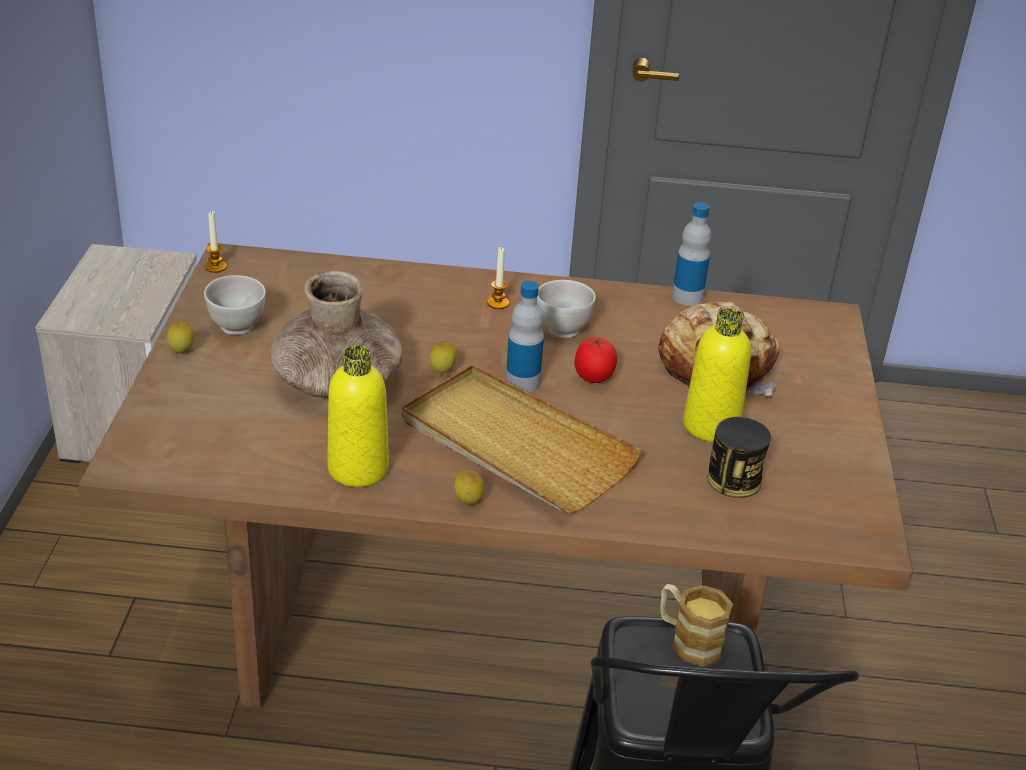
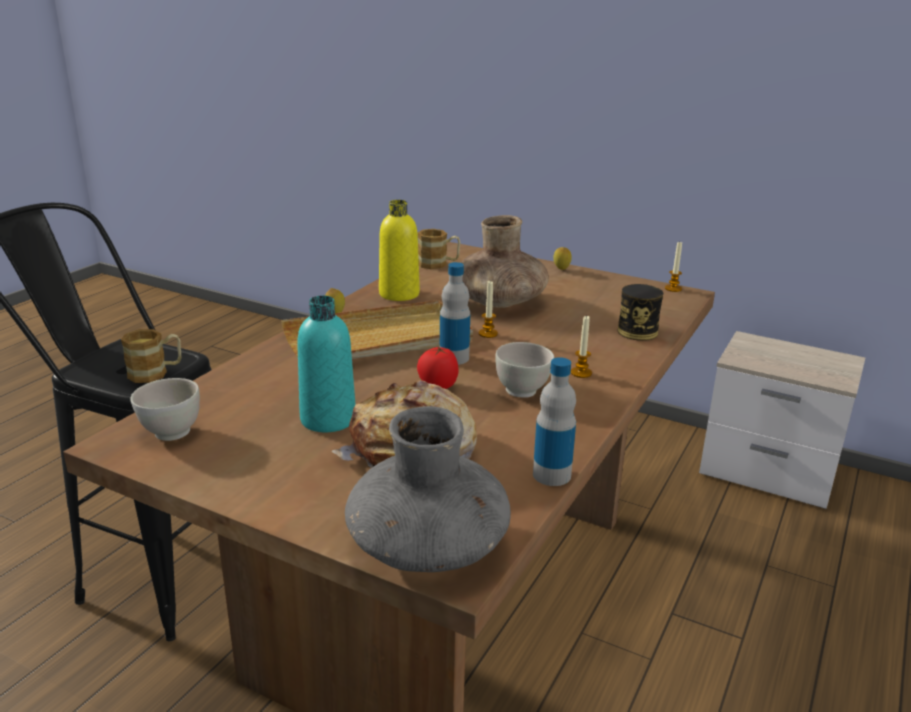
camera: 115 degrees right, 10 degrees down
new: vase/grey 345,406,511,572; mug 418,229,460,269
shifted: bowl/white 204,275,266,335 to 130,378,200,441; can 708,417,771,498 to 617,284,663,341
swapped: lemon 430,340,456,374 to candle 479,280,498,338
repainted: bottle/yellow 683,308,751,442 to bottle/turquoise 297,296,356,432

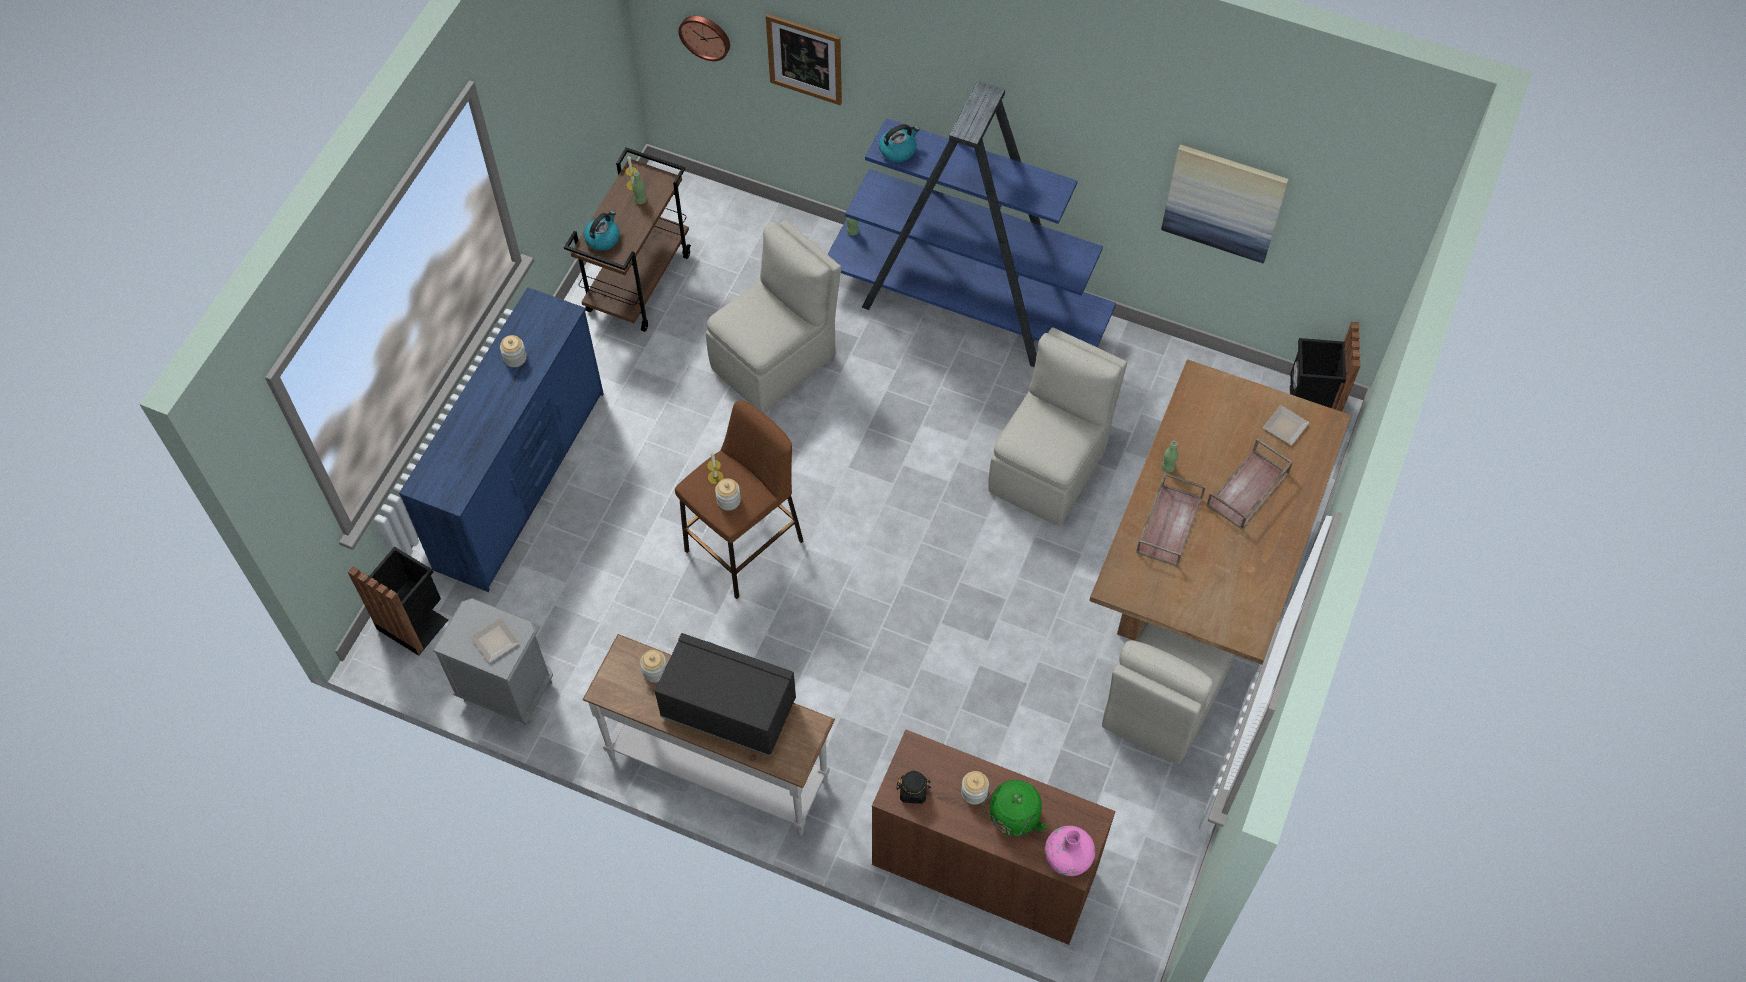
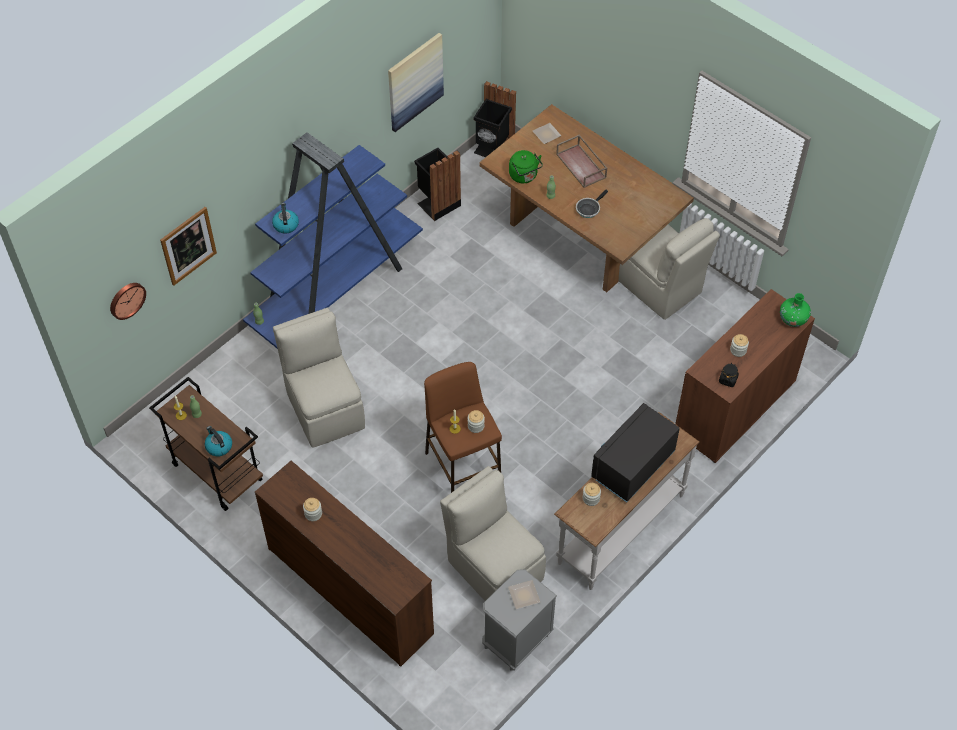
camera: 70 degrees left, 5 degrees down
shifted: trash can/black 348,546,448,656 to 414,148,461,221; kettle/green 982,780,1047,836 to 509,150,543,183; chair/beige 988,327,1127,526 to 440,466,546,601
swapped: tray/brown 1136,473,1206,567 to frying pan 576,190,608,218
repainted: dresser/blue 399,287,604,592 to dresser/brown 255,461,434,667; vase/pink 1045,826,1095,876 to vase/green 780,293,811,327

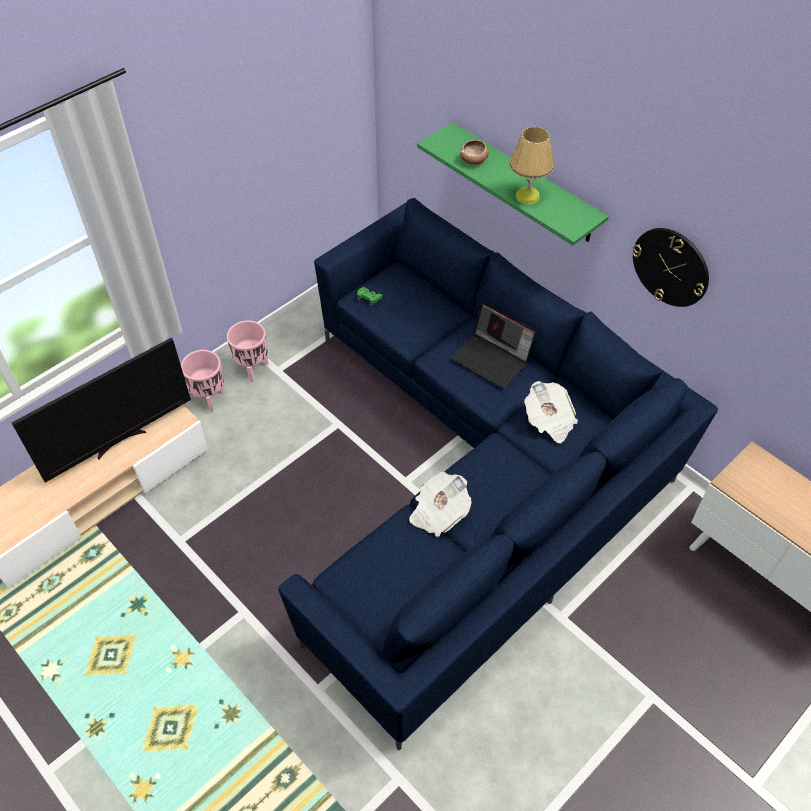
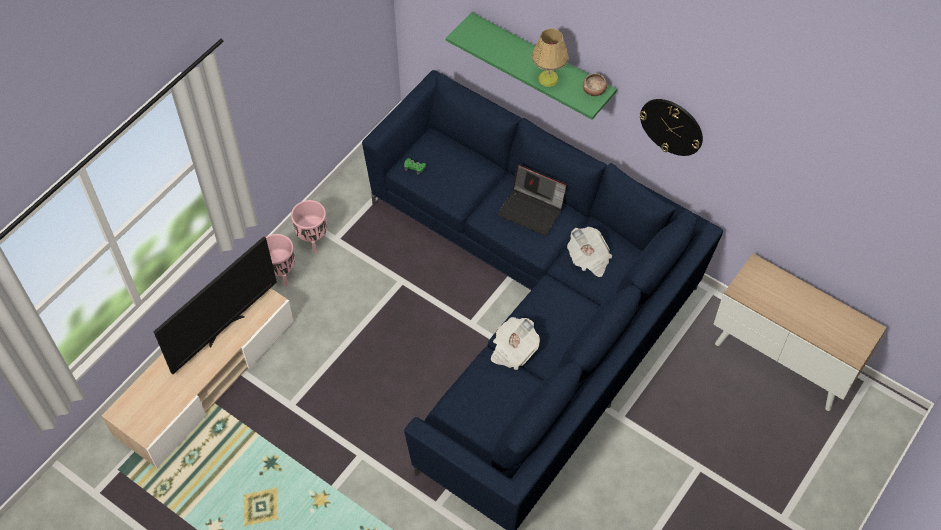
camera: 10 degrees left, 5 degrees up
shifted: bowl 460,140,488,165 to 583,73,607,96

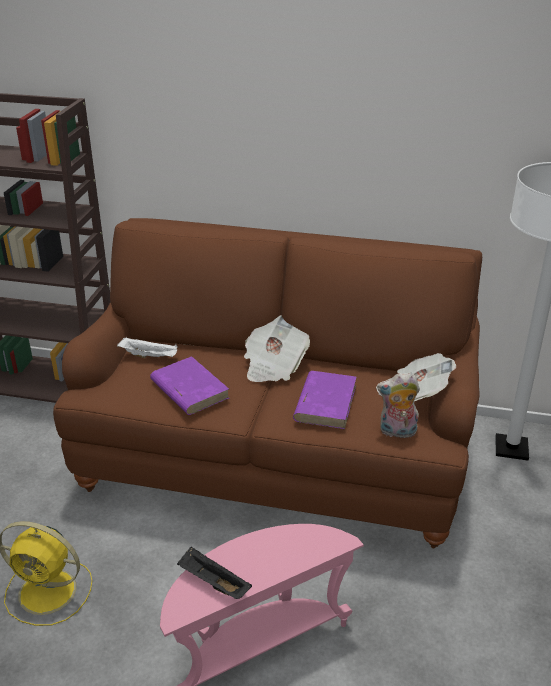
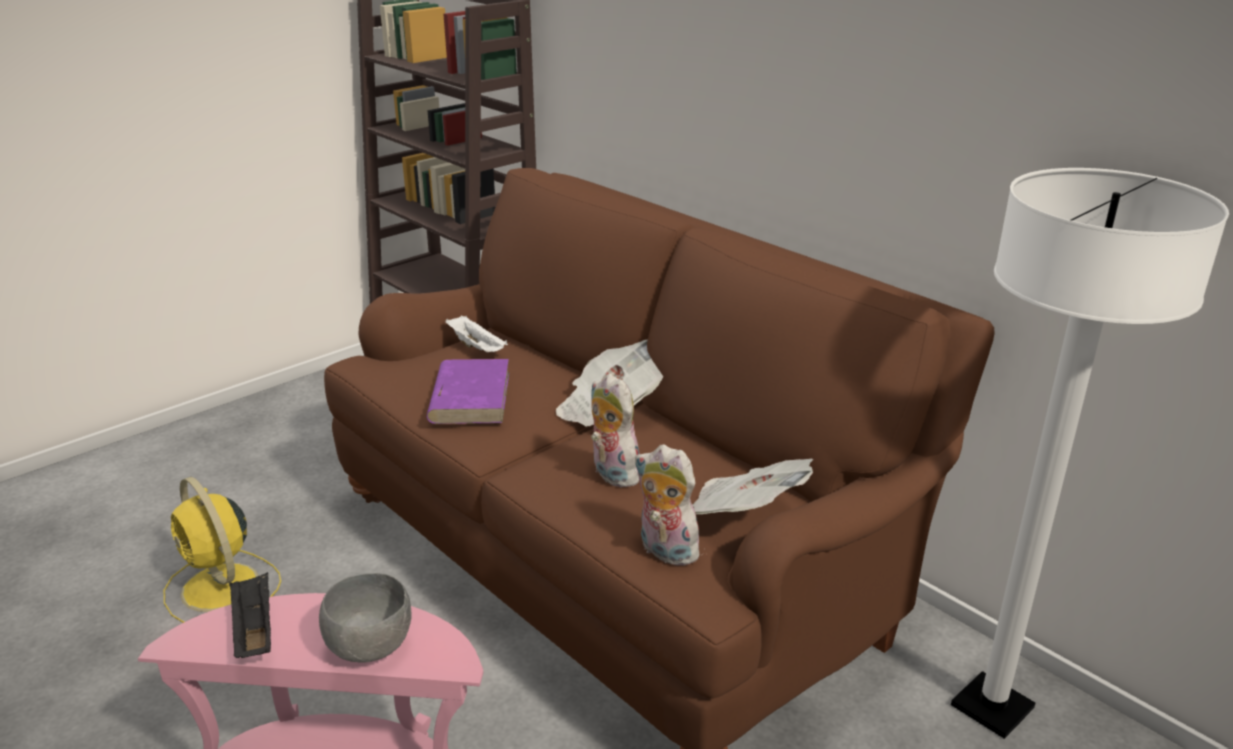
camera: 35 degrees right, 5 degrees down
new: bowl/grey 319,573,412,663
swapped: book/purple 293,371,357,429 to plush toy 591,374,640,487

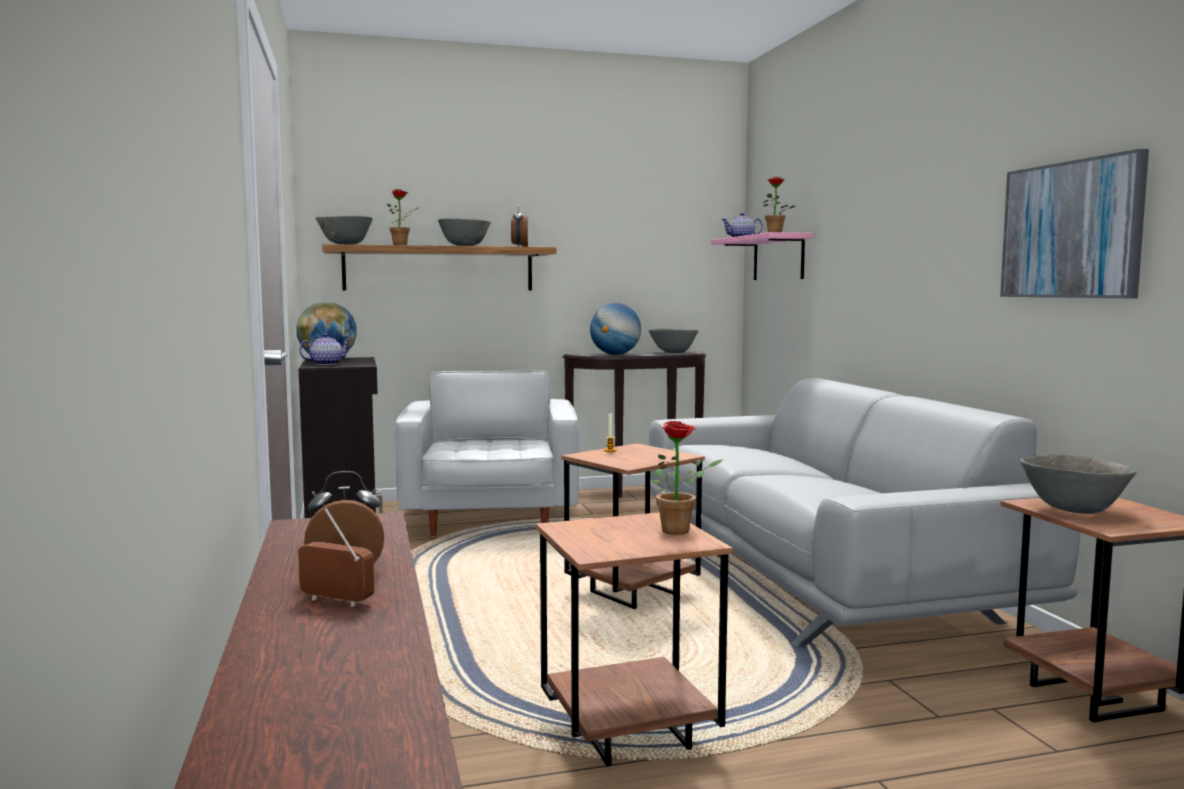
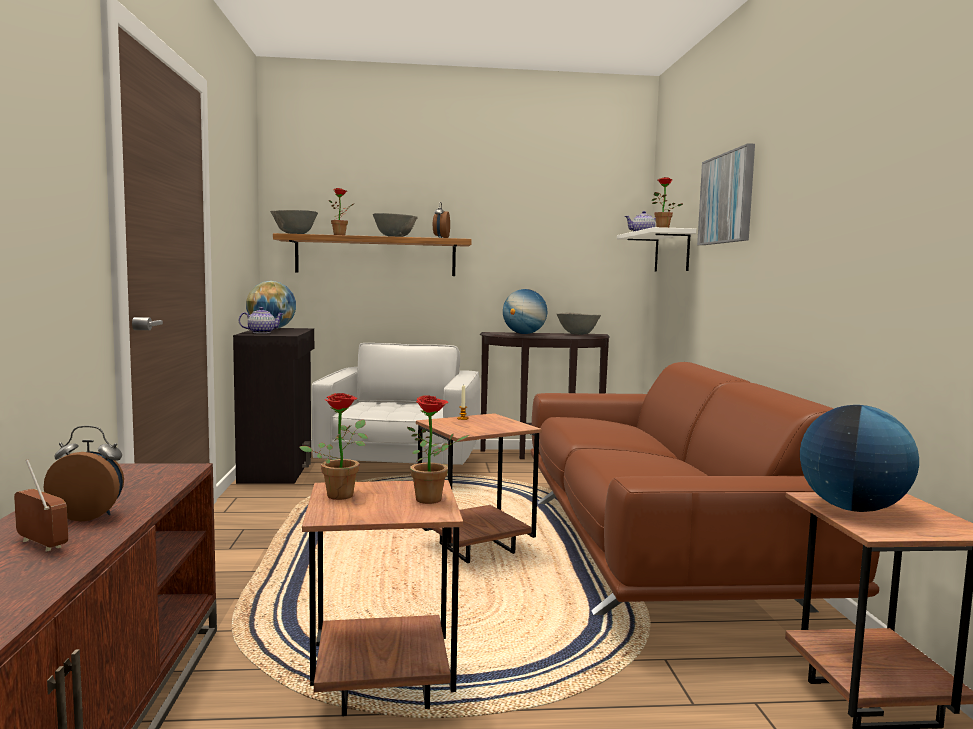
camera: 10 degrees right, 0 degrees up
new: potted plant 299,393,368,500
shifted: picture 1000,149,1149,298 to 697,143,755,245
swapped: bowl/grey 1020,454,1137,514 to globe 800,405,919,512
repainted: sofa/grey 649,378,1080,647 to sofa/brown 531,362,880,615; shelf/pink 711,232,813,280 to shelf/white 617,227,696,272

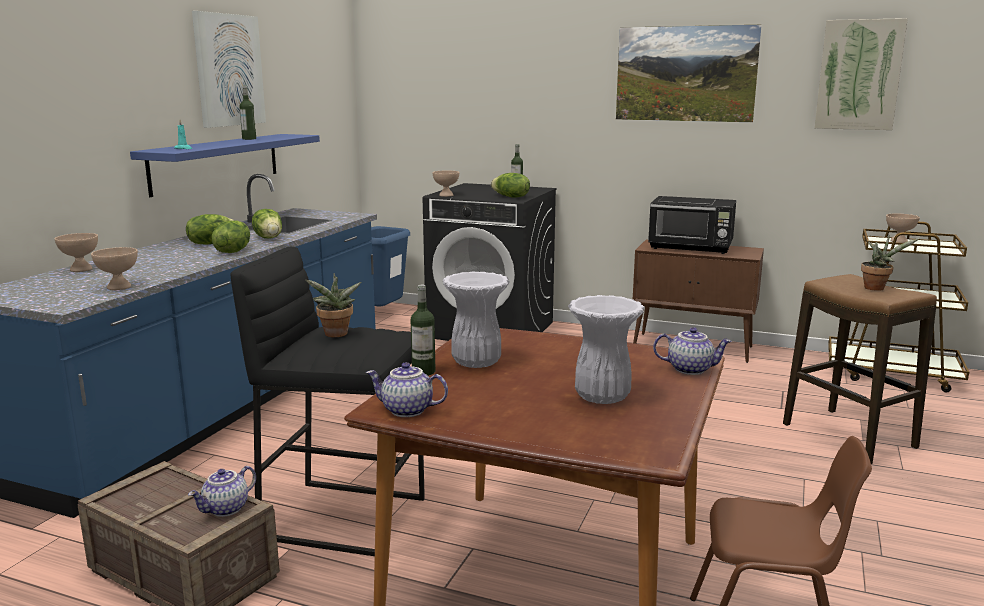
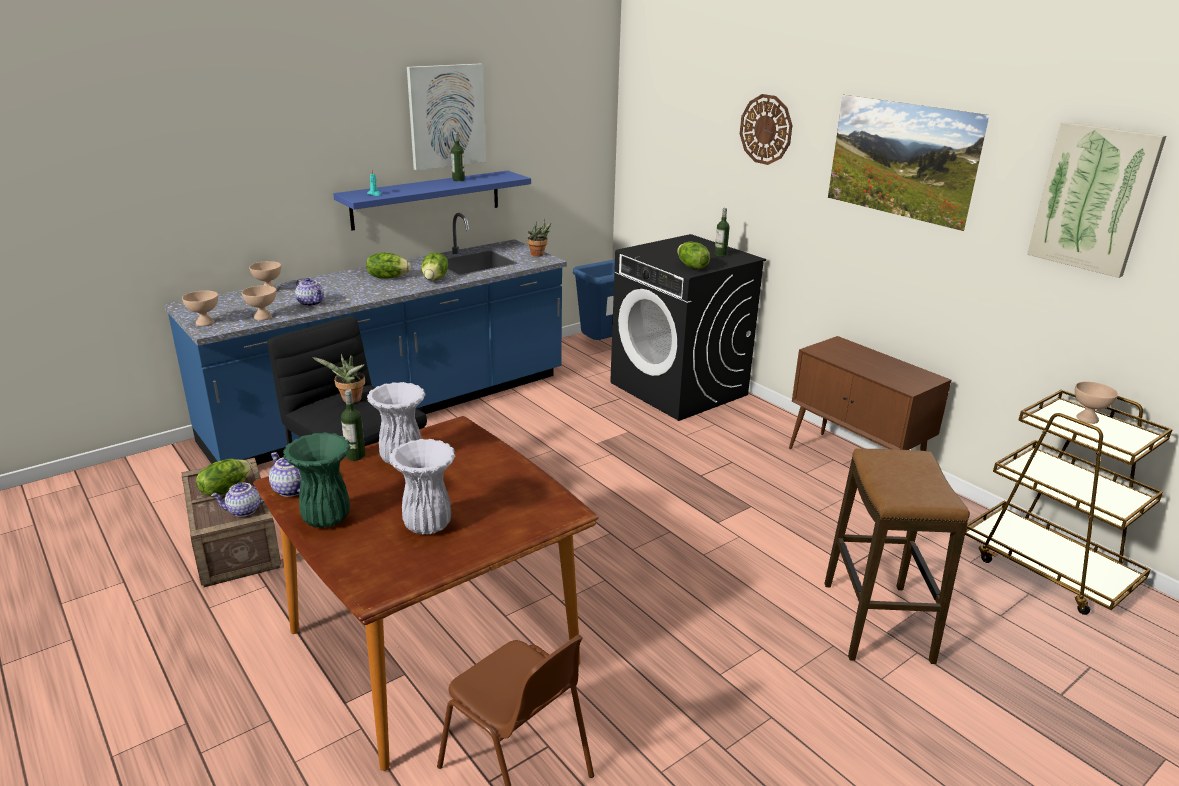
camera: 30 degrees right, 10 degrees up
gone: microwave/black 648,196,736,254
new: vase/green 283,432,351,528; wall clock 740,94,792,165
shifted: lettuce 212,220,250,253 to 196,459,252,496; bowl/beige 433,170,459,197 to 182,291,218,326; teapot 653,327,732,375 to 295,278,324,307; potted plant 861,235,919,291 to 527,218,551,257

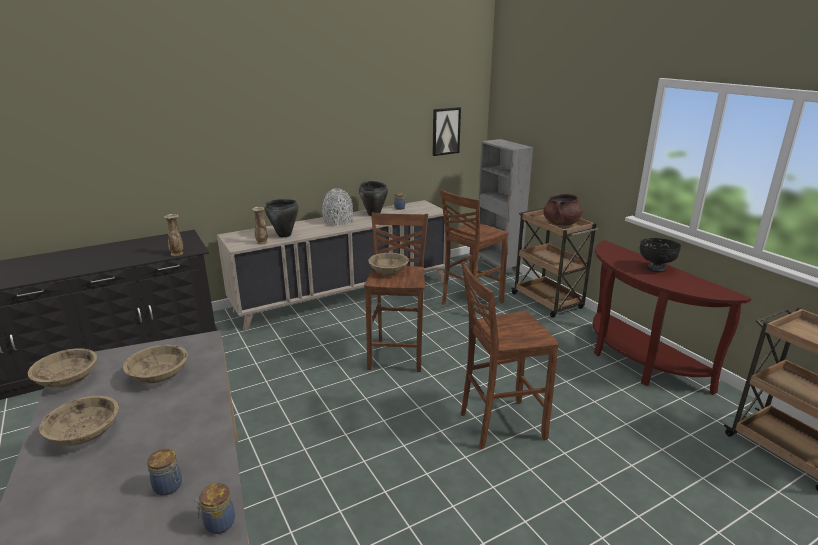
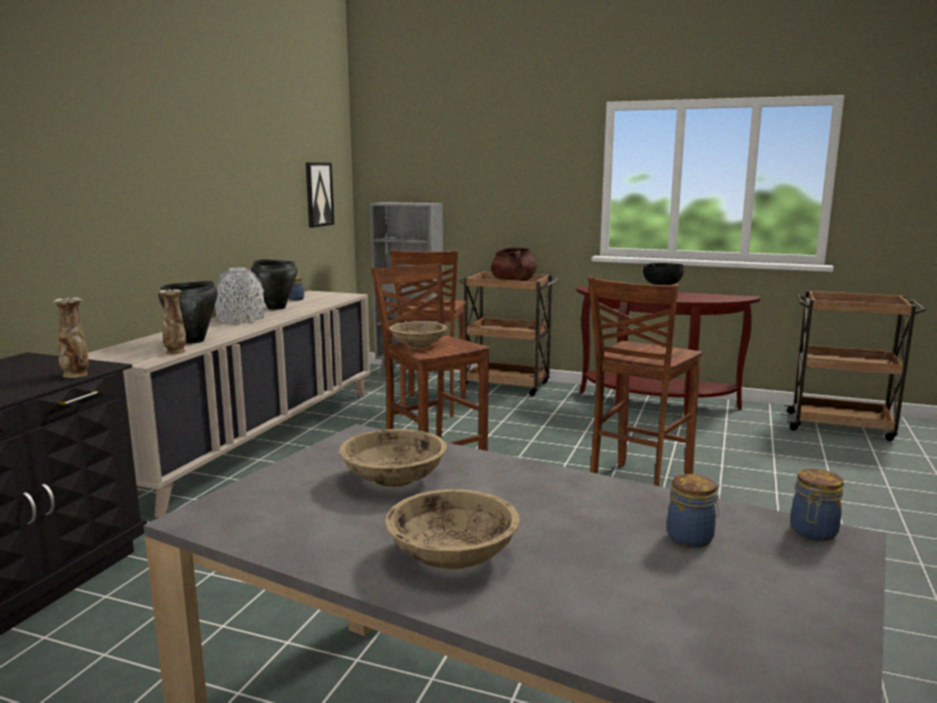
camera: 40 degrees left, 10 degrees down
gone: bowl/beige 28,348,97,387

